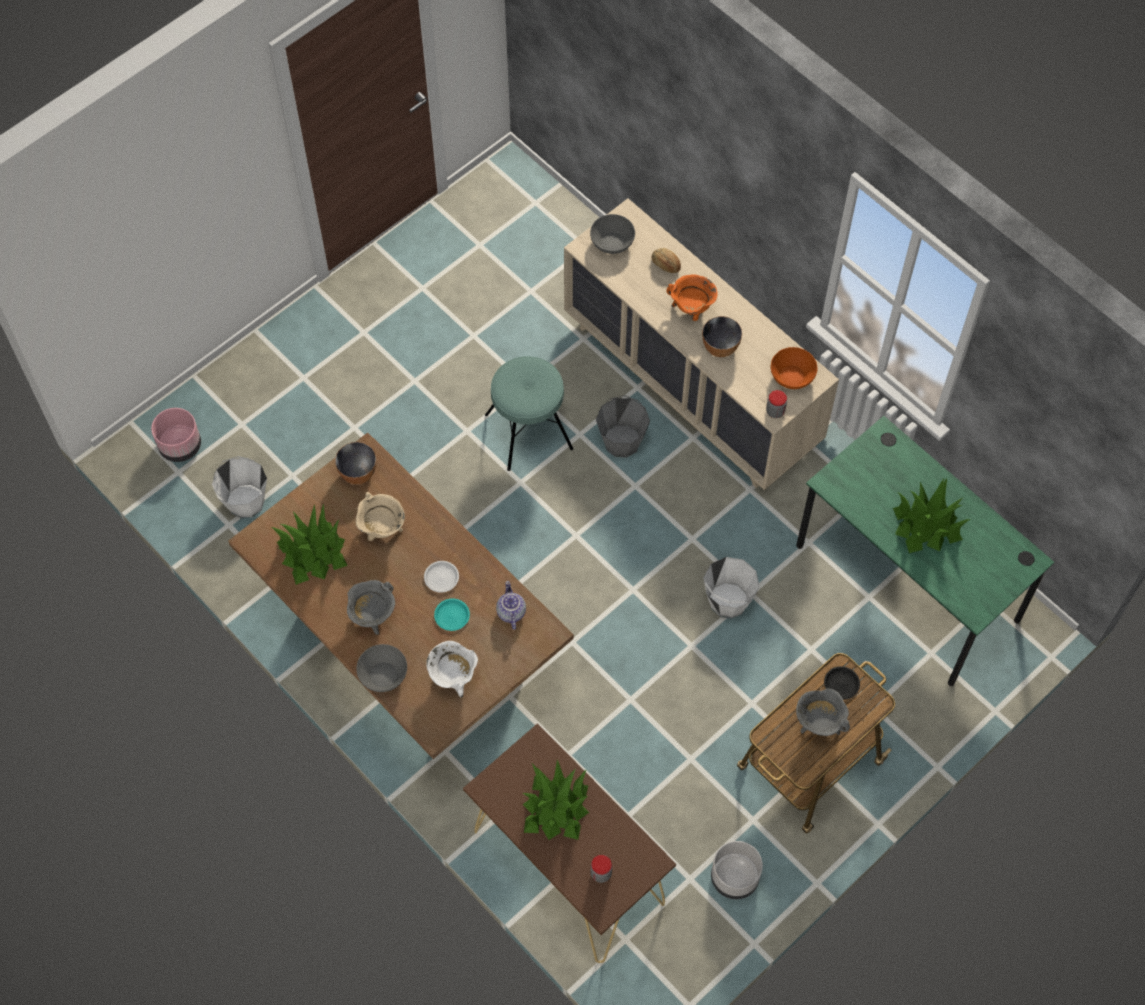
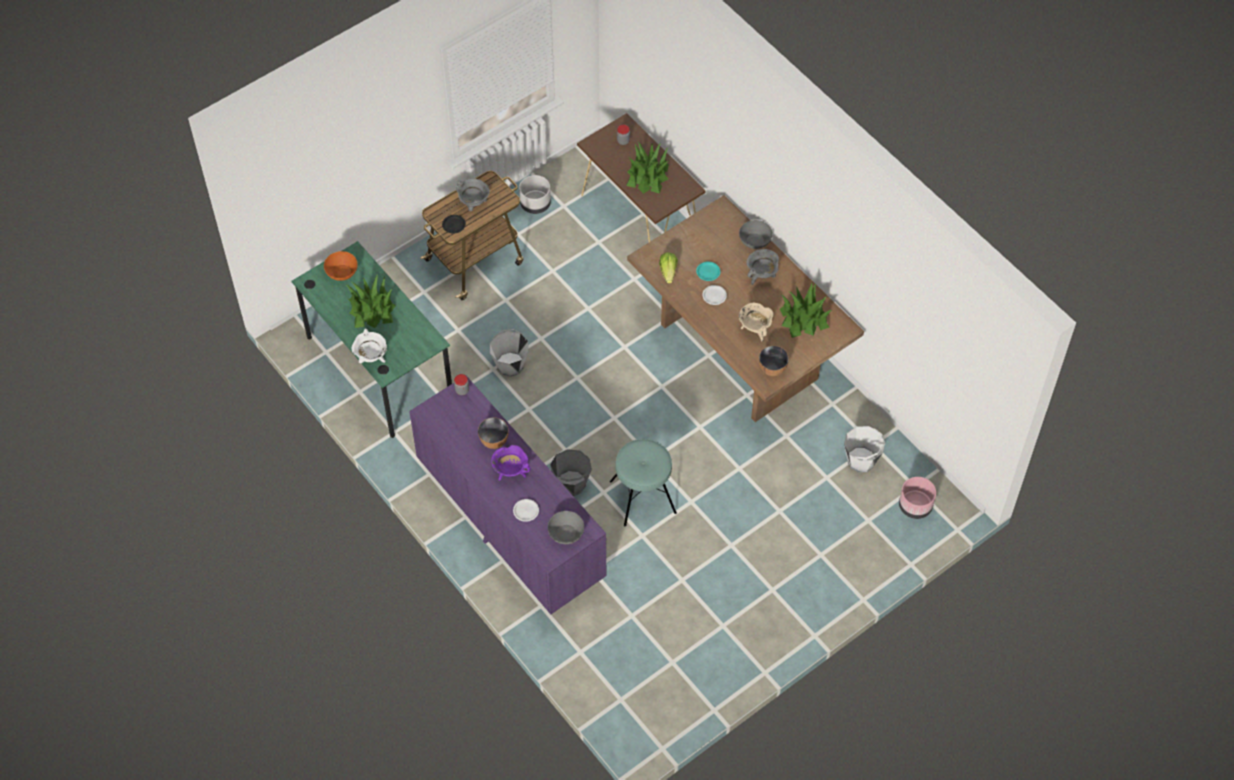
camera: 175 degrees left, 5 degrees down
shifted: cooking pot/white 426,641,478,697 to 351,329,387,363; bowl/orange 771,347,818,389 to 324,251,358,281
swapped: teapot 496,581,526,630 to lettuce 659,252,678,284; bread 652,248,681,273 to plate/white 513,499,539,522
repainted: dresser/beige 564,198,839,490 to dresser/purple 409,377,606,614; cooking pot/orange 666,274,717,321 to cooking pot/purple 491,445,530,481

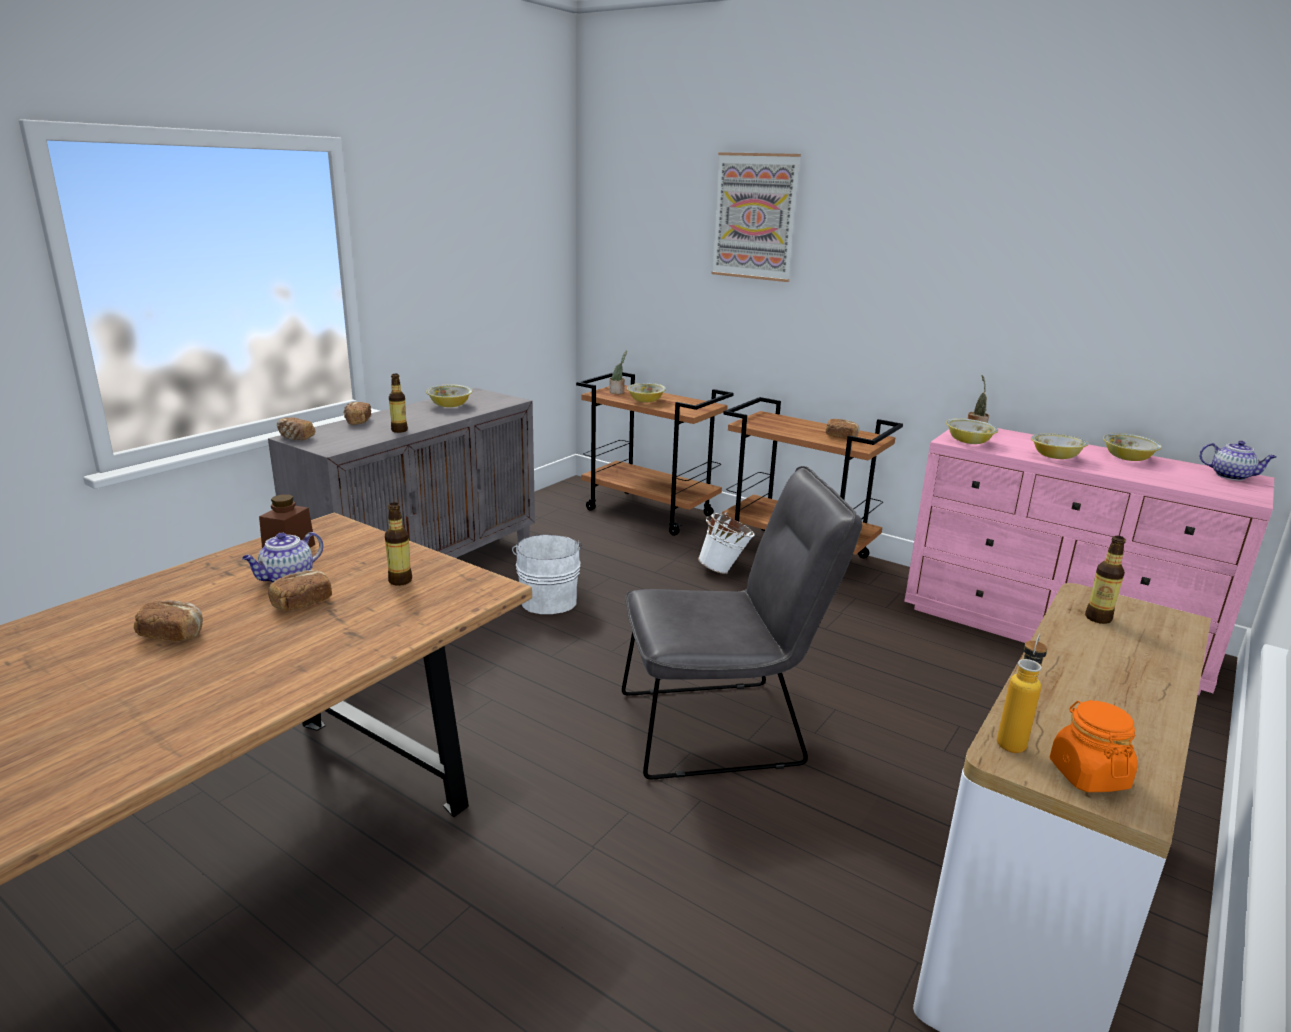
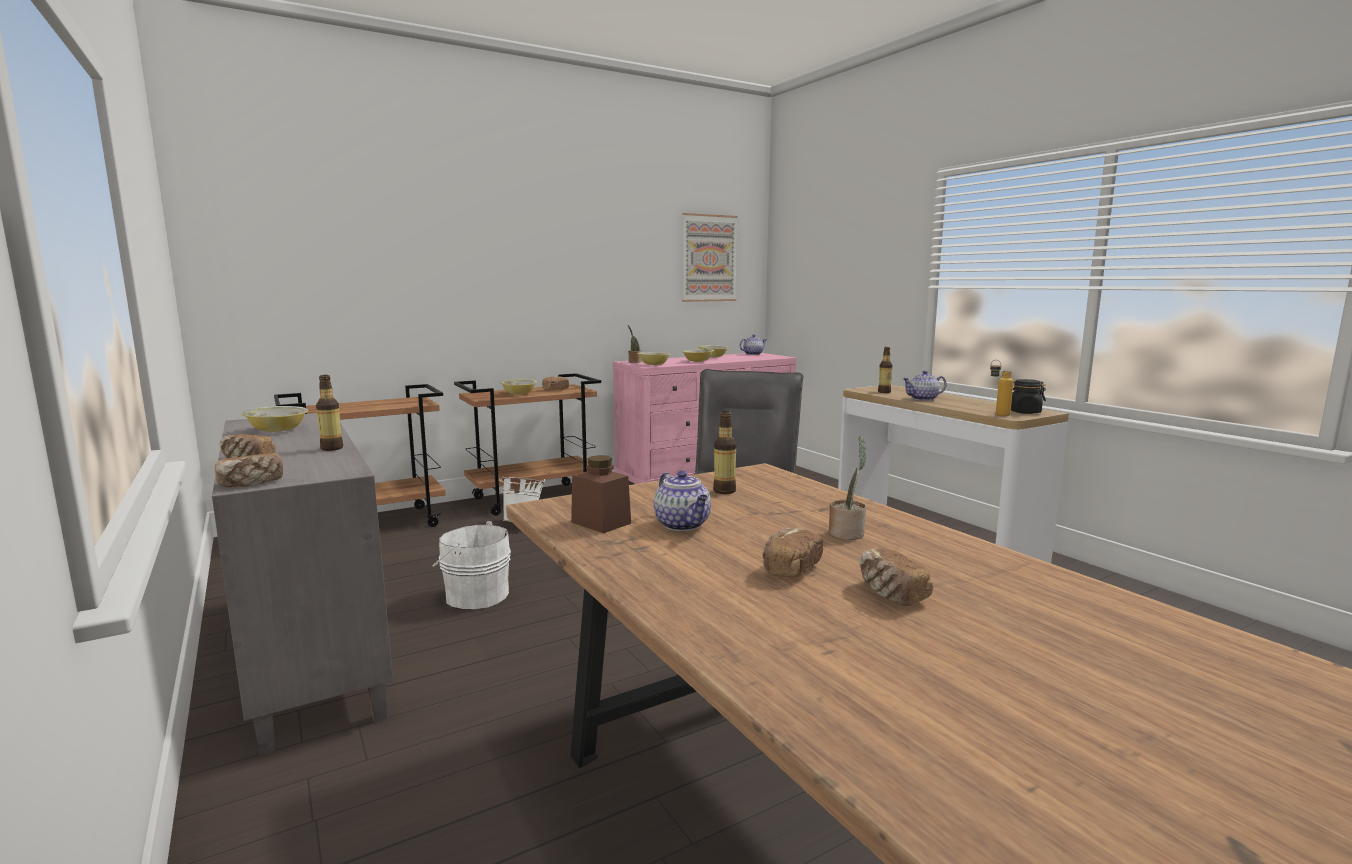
camera: 65 degrees left, 10 degrees down
new: teapot 902,371,946,401
shifted: bread 268,570,332,611 to 859,548,933,606; potted plant 609,350,627,394 to 829,436,866,540; bowl 627,383,666,402 to 500,379,537,395; picture 711,152,801,282 to 682,213,738,302
repainted: jar/orange 1050,700,1138,792 to jar/black 1011,379,1046,414

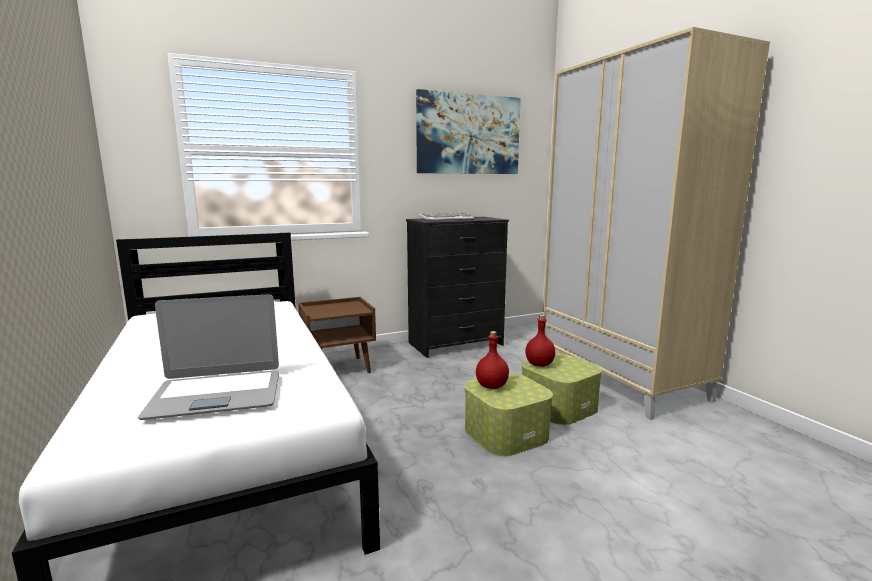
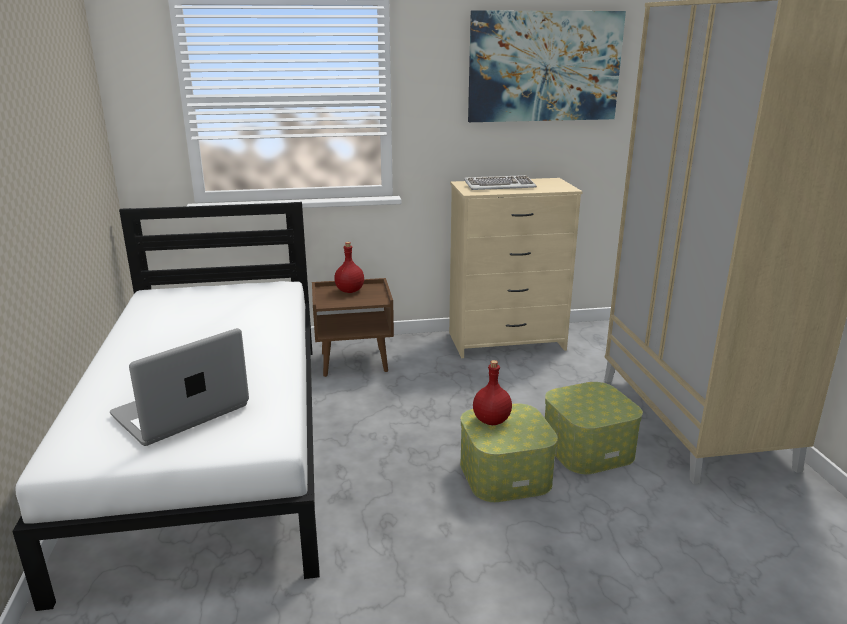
camera: 15 degrees right, 10 degrees up
shifted: bottle/red 525,315,555,367 to 334,242,364,293
repainted: dresser/black 406,217,509,358 to dresser/beige 449,178,583,358
rotated: laptop 138,294,279,420 = 110,328,249,446 135 degrees clockwise

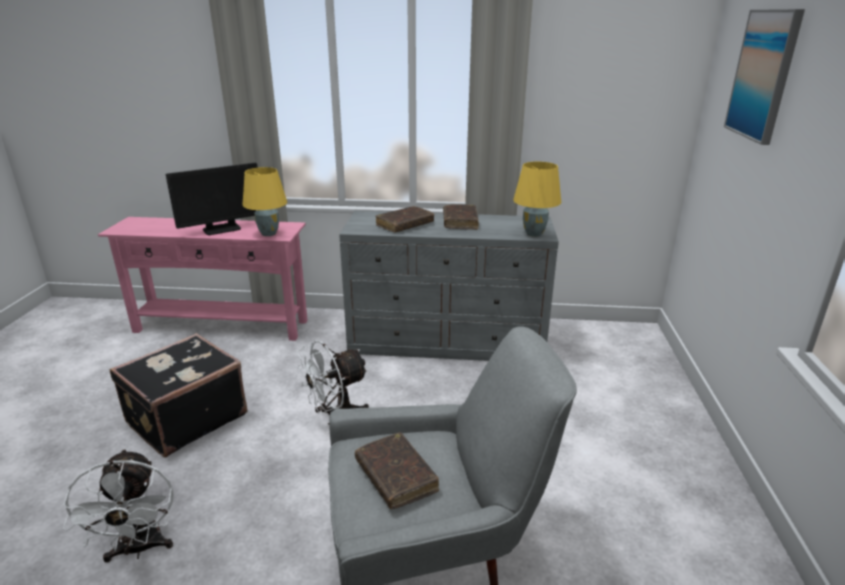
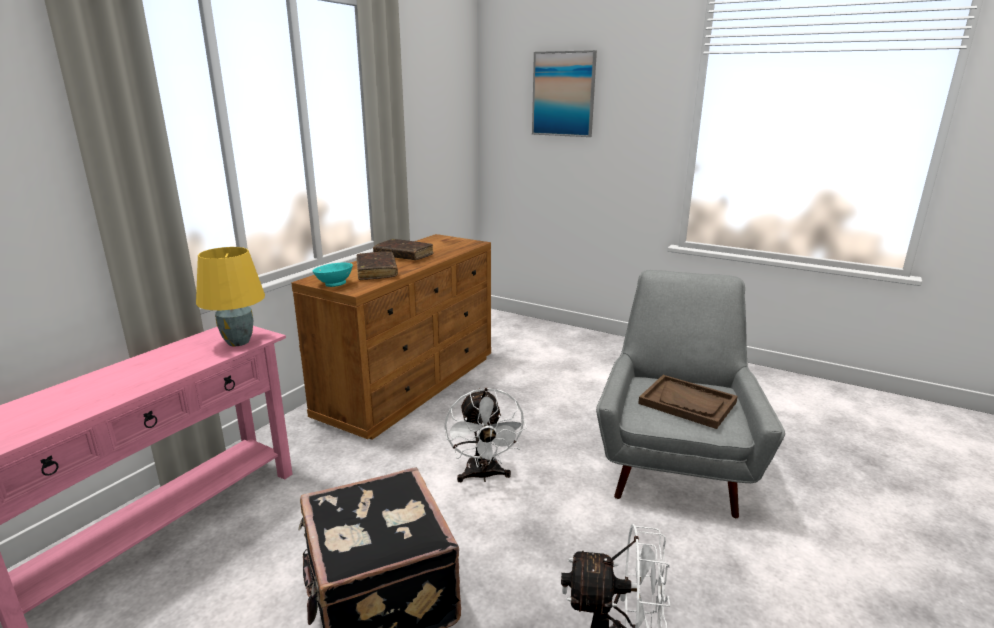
camera: 65 degrees left, 5 degrees down
gone: monitor 166,163,258,235; table lamp/yellow 513,162,561,237
new: bowl/turquoise 313,263,353,287
swapped: book/brown 355,432,439,509 to tray/brown 638,375,738,429
repainted: dresser/grey 339,211,559,361 to dresser/brown 291,234,491,440

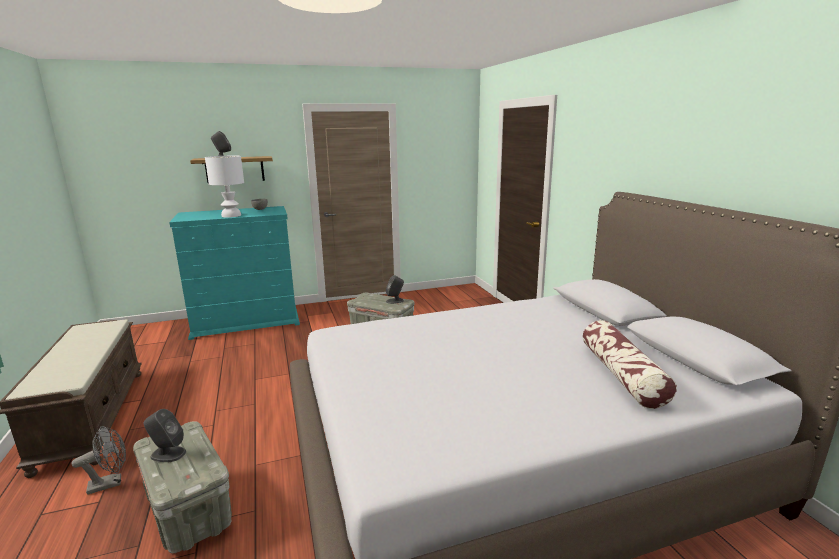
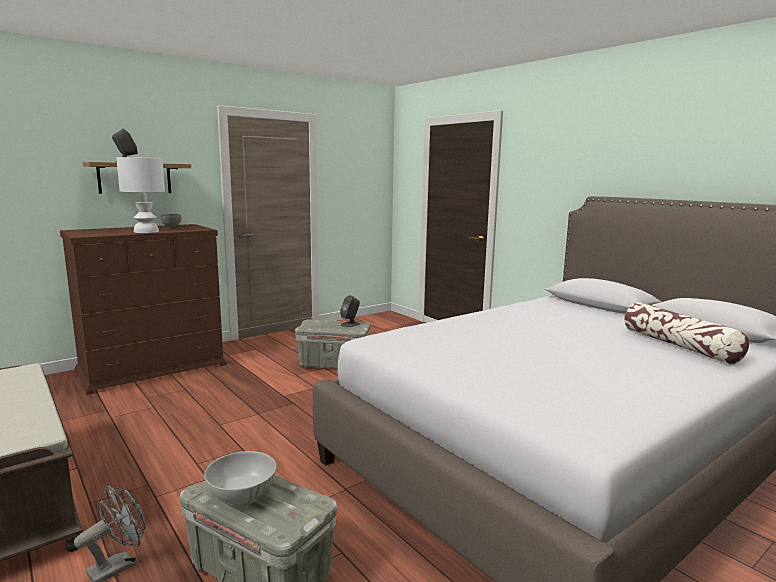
camera: 20 degrees left, 5 degrees down
swapped: speaker/grey 144,409,186,462 to bowl/white 204,451,277,507
repainted: dresser/turquoise 169,206,300,340 to dresser/brown 60,224,227,395

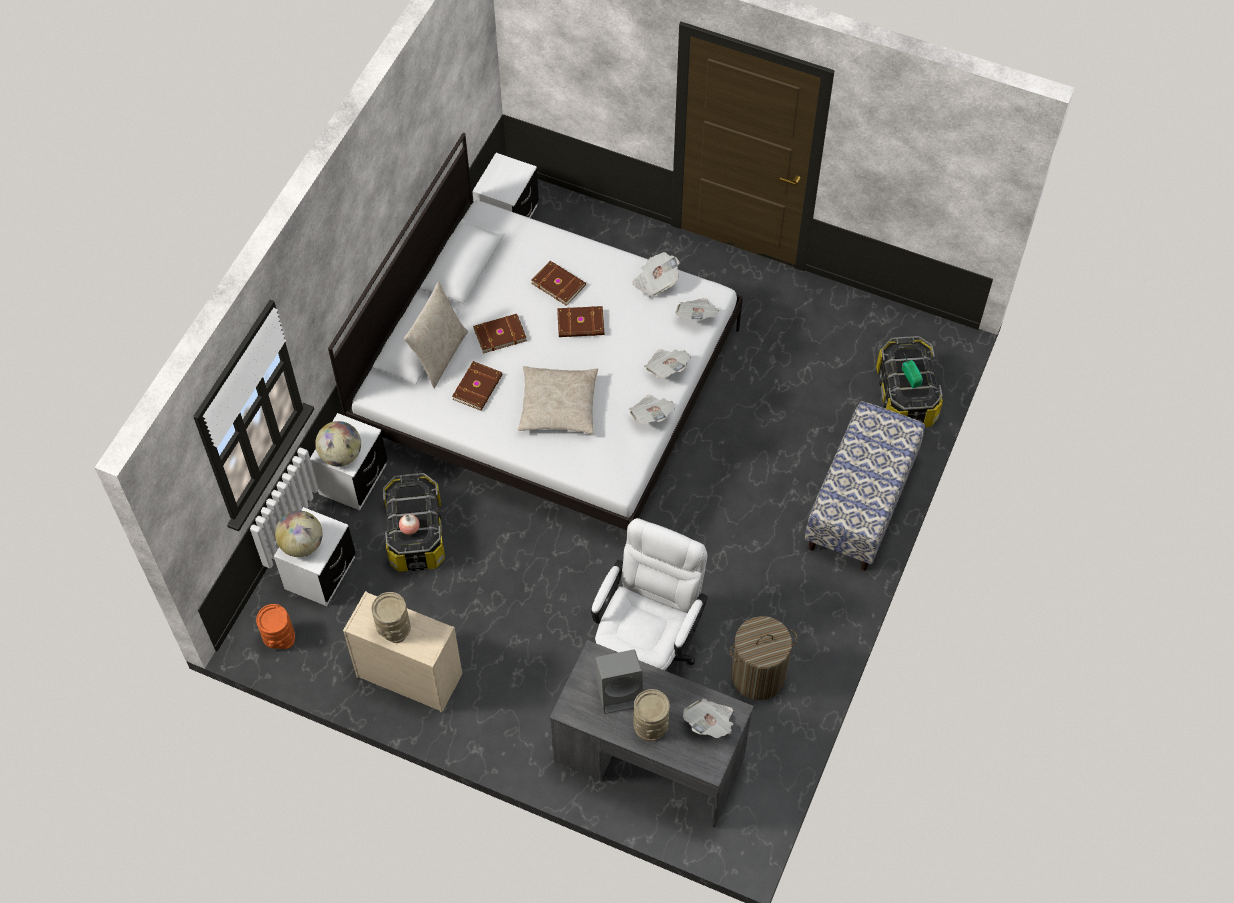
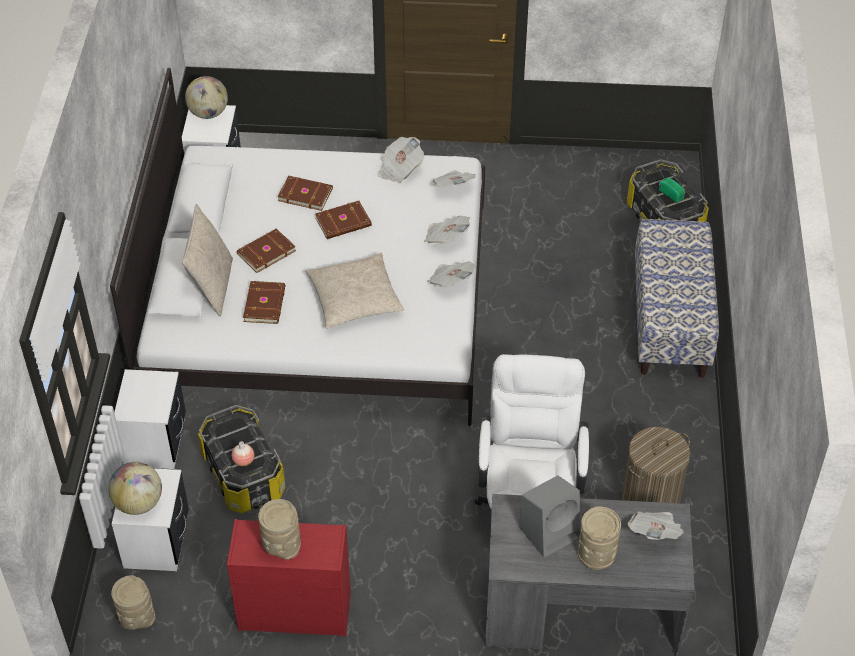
camera: 20 degrees left, 10 degrees down
shifted: globe 315,421,361,467 to 185,76,228,119
repainted: vase/orange 256,604,295,649 to vase/beige 111,575,155,630; dresser/beige 343,591,462,712 to dresser/red 227,519,351,637

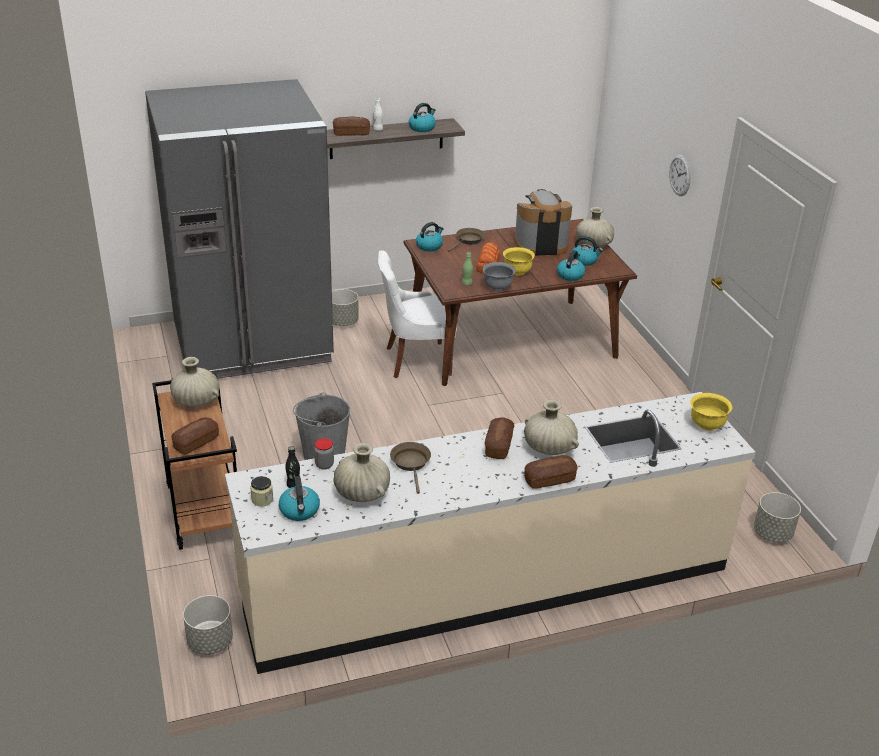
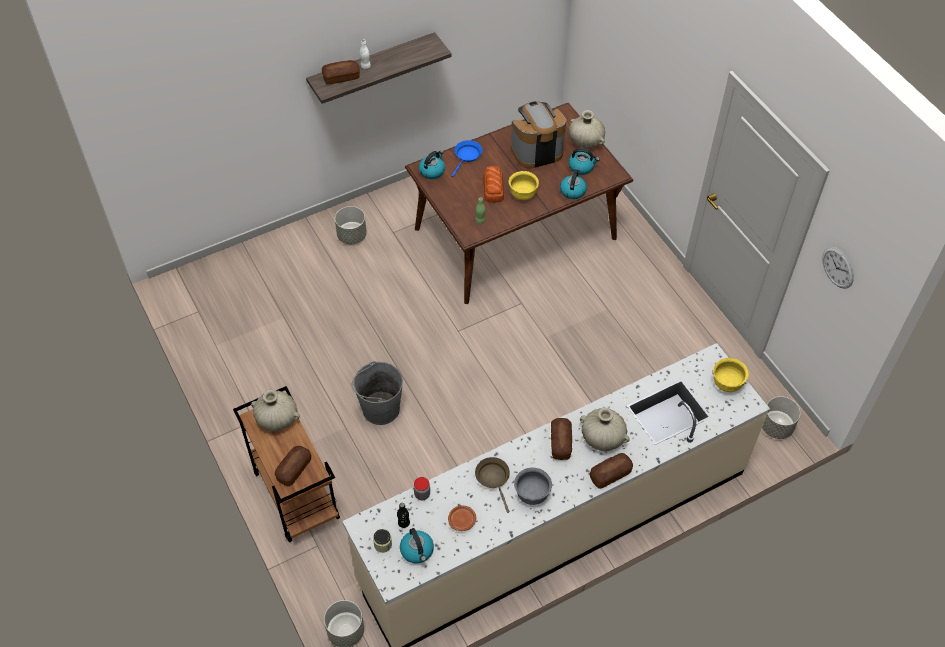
camera: 10 degrees left, 20 degrees up
gone: fridge/grey 145,79,334,379; chair/white 378,251,457,378; kettle 409,103,436,132
shifted: bowl/grey 482,262,516,291 to 514,467,552,505; wall clock 669,154,691,196 to 822,247,854,289
swapped: vase/beige 333,443,390,502 to plate/brown 448,505,476,531
repainted: frying pan/brown 448,228,485,252 to frying pan/blue 452,140,482,177

